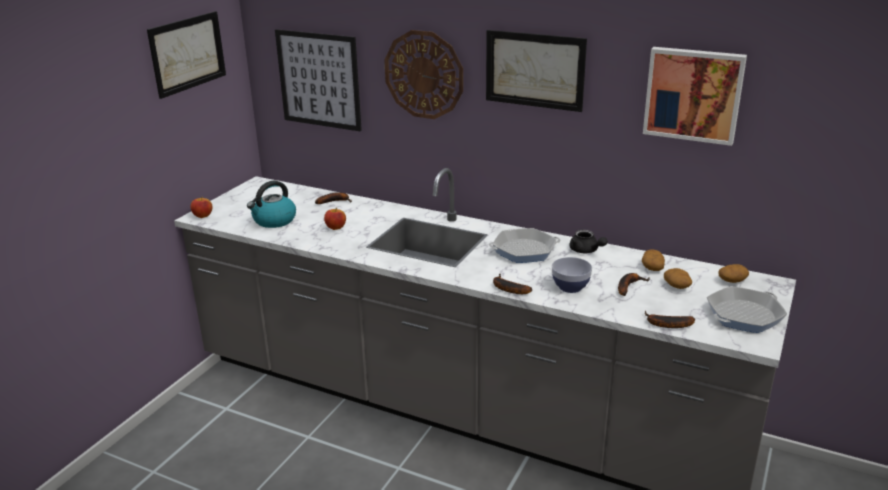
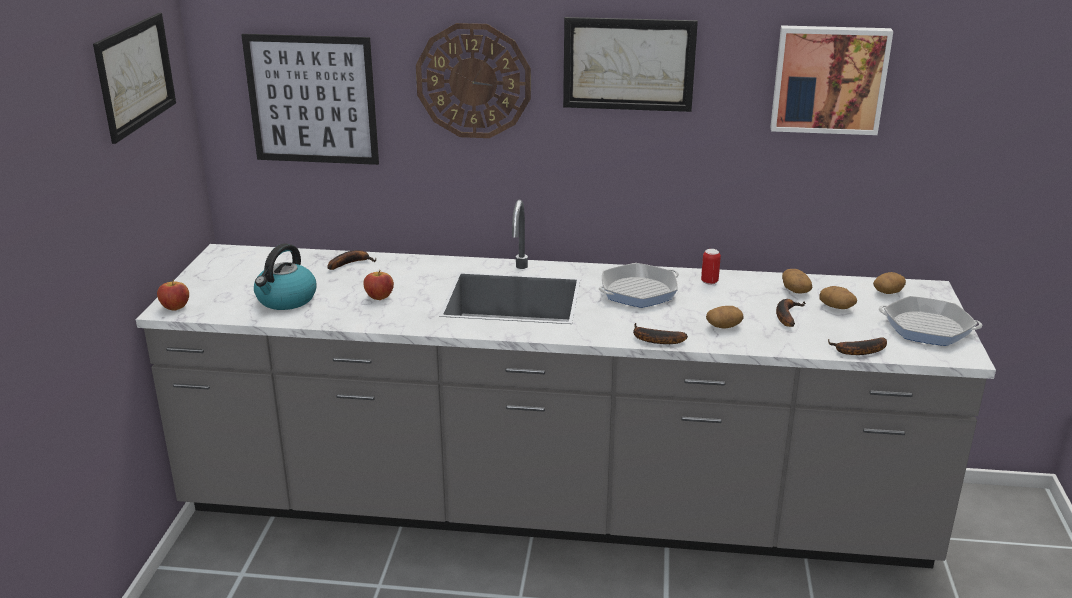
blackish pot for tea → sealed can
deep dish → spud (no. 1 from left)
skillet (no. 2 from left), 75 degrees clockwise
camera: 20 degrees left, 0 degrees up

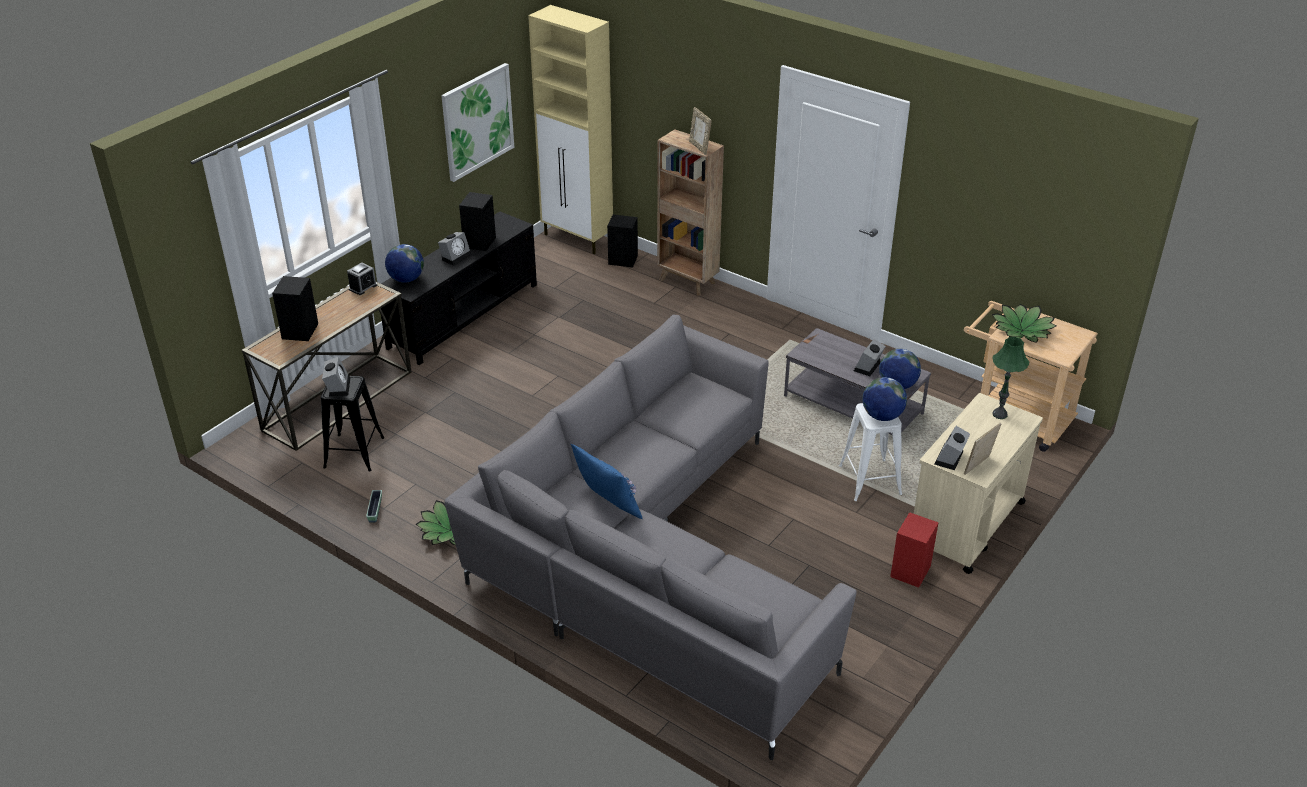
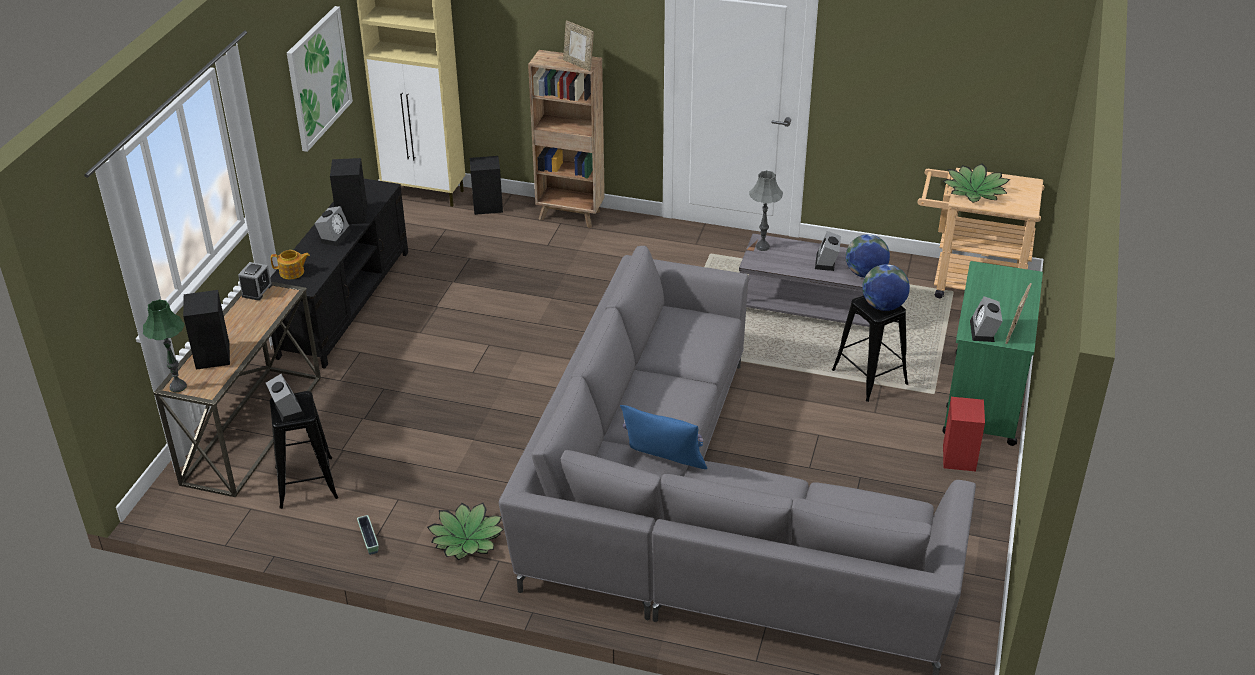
desk globe (no. 1 from left) → pot for tea
green lamp for a table, shifted
beige-coloured cart (no. 1 from left) → green cart
white-coloured sitting stool → blackish sitting stool (no. 2 from left)
- → grey lamp for a table
camera: 20 degrees left, 0 degrees up

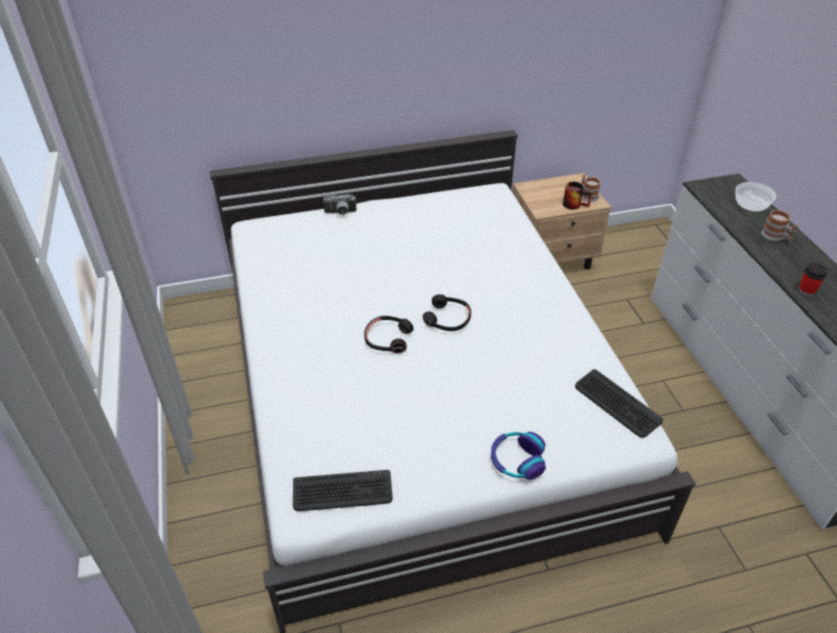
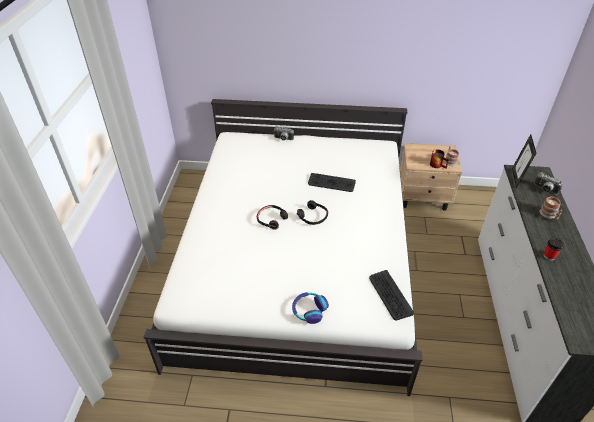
deep dish → photo camera (no. 2 from left)
keyboard (no. 1 from left), shifted
- → picture frame
camera: 20 degrees right, 0 degrees up

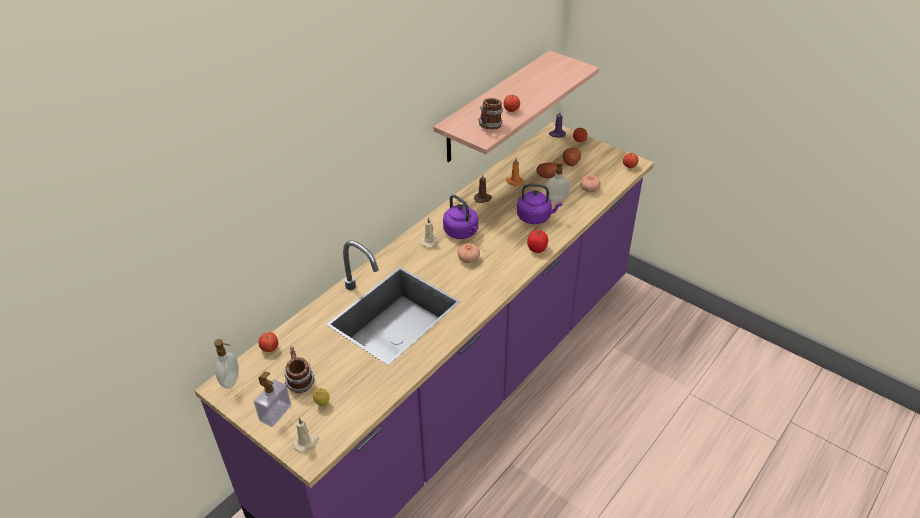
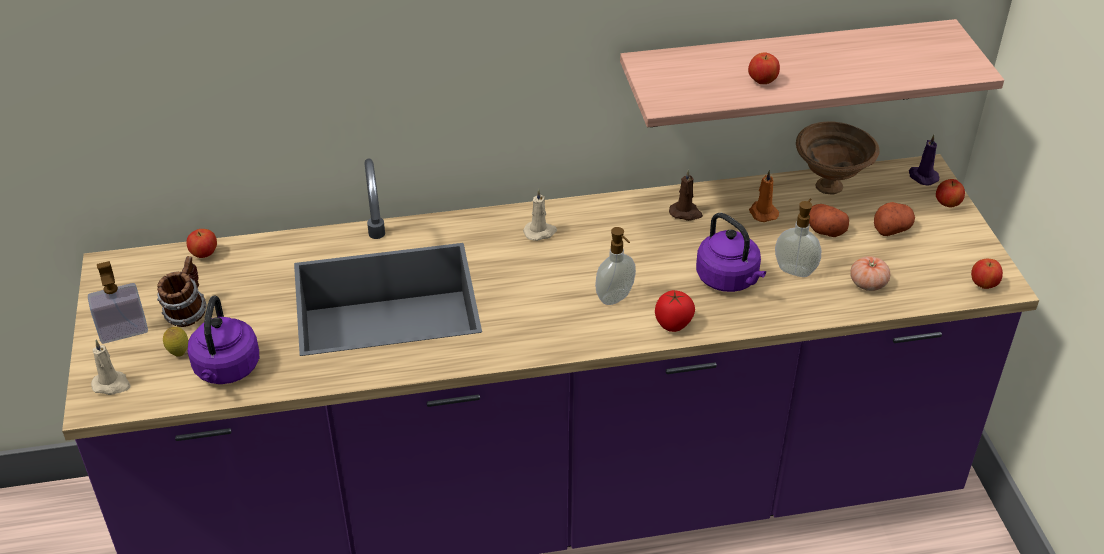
tea mug (no. 2 from left) → -
purple-coloured water kettle (no. 1 from left), shifted
whole tomato (no. 1 from left) → -
liquid soap bottle (no. 1 from left in the first image) → liquid soap bottle (no. 2 from left), shifted
- → brownish deep dish
camera: 40 degrees right, 0 degrees up

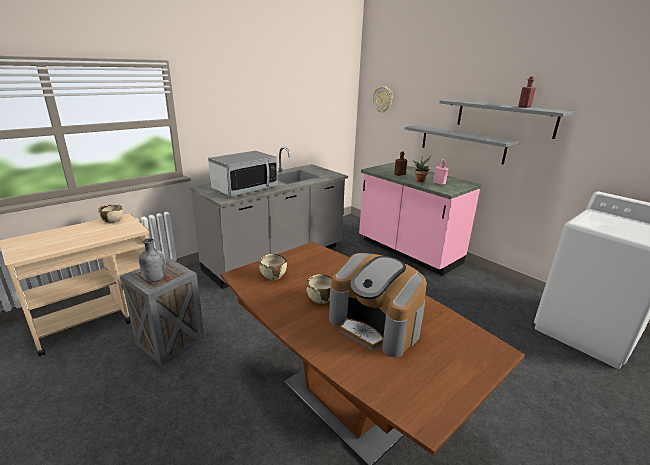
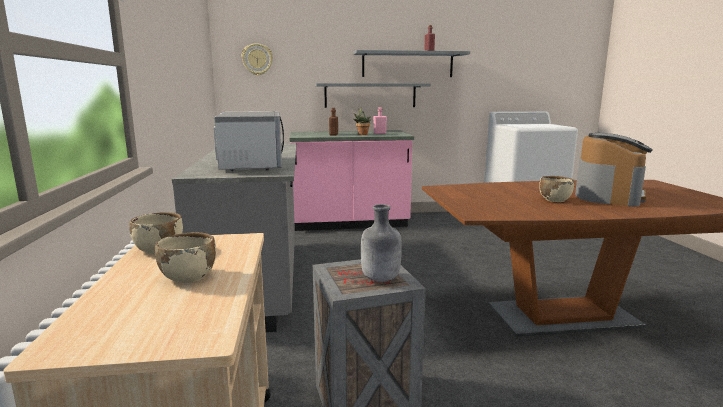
coffee machine, 45 degrees counterclockwise
beige-coloured deep dish (no. 2 from left), shifted
camera: 55 degrees left, 10 degrees down

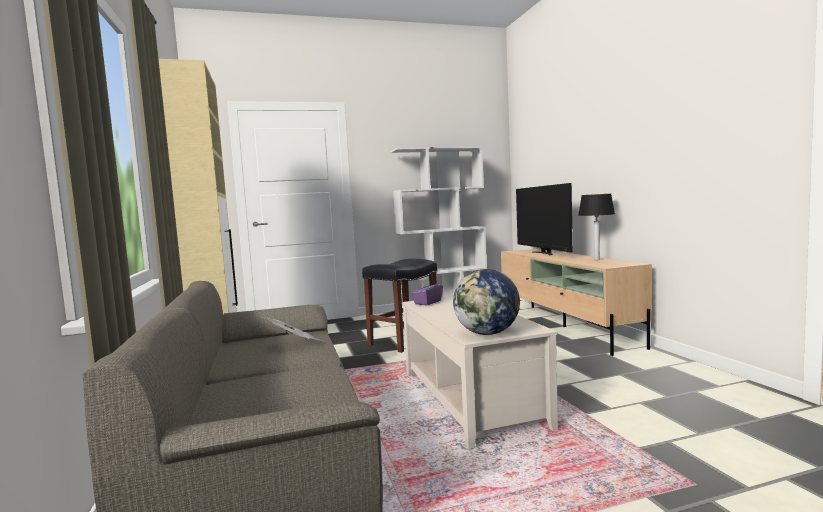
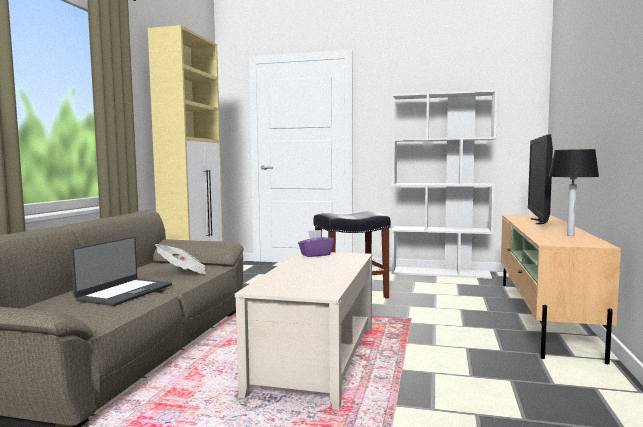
desk globe → -
- → laptop
camera: 30 degrees right, 0 degrees up

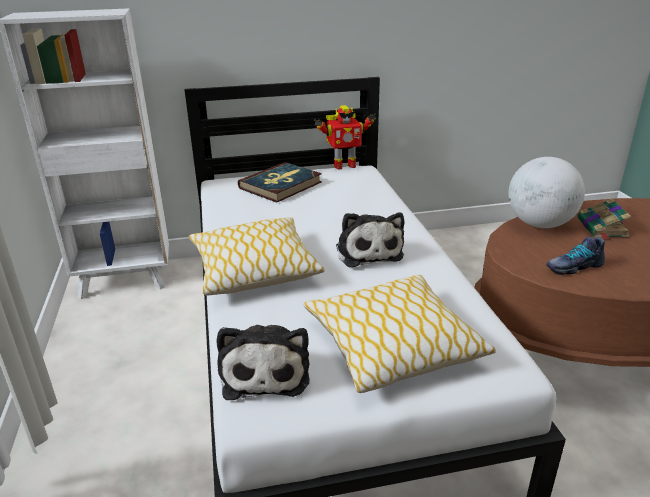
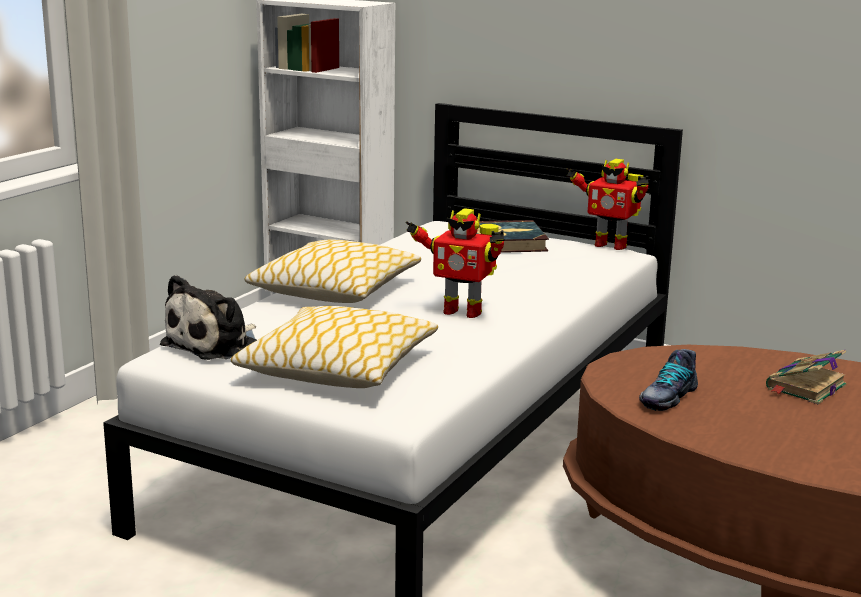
desk globe → -
soft toy (no. 2 from left) → model robot (no. 1 from left)
shoe, 75 degrees counterclockwise
camera: 40 degrees right, 10 degrees down

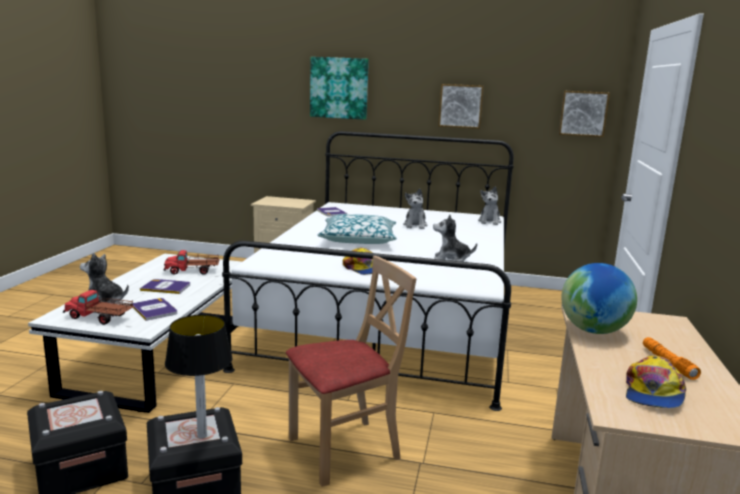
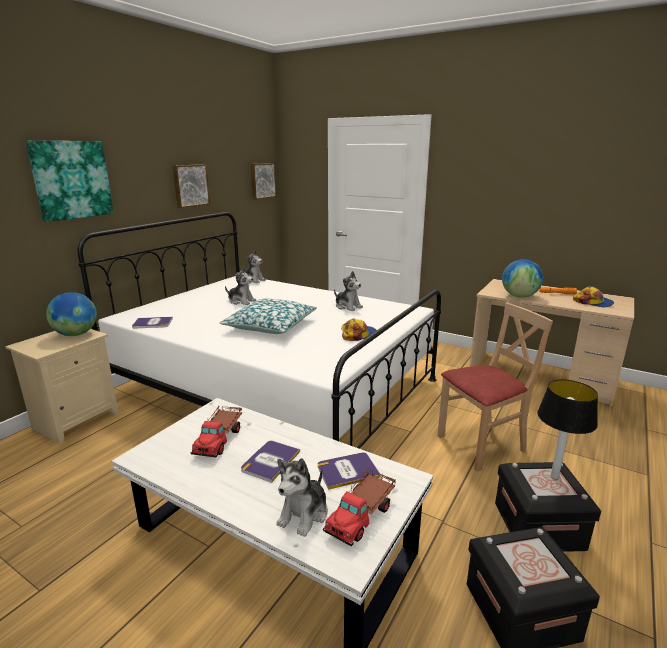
soft toy (no. 3 from left in the first image) → soft toy (no. 4 from left), 75 degrees counterclockwise
beige-coloured chair, 75 degrees clockwise
- → desk globe (no. 1 from left)
camera: 70 degrees left, 5 degrees up

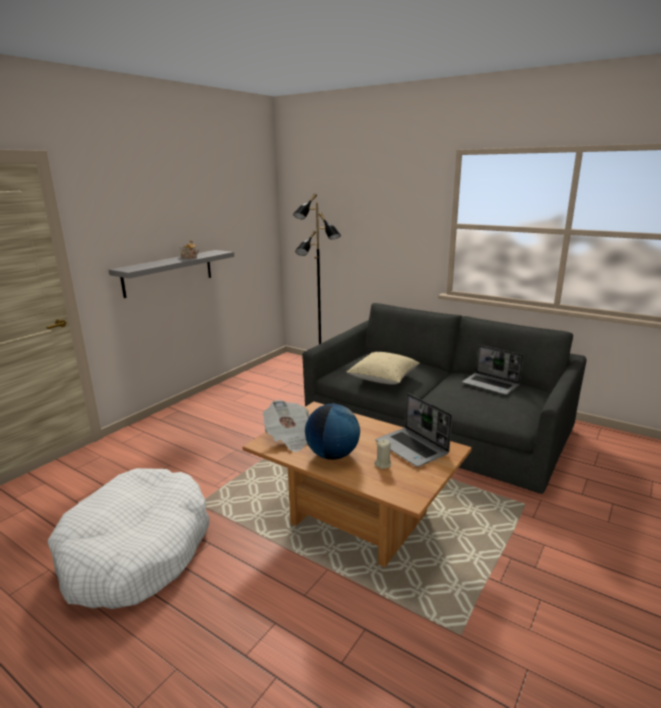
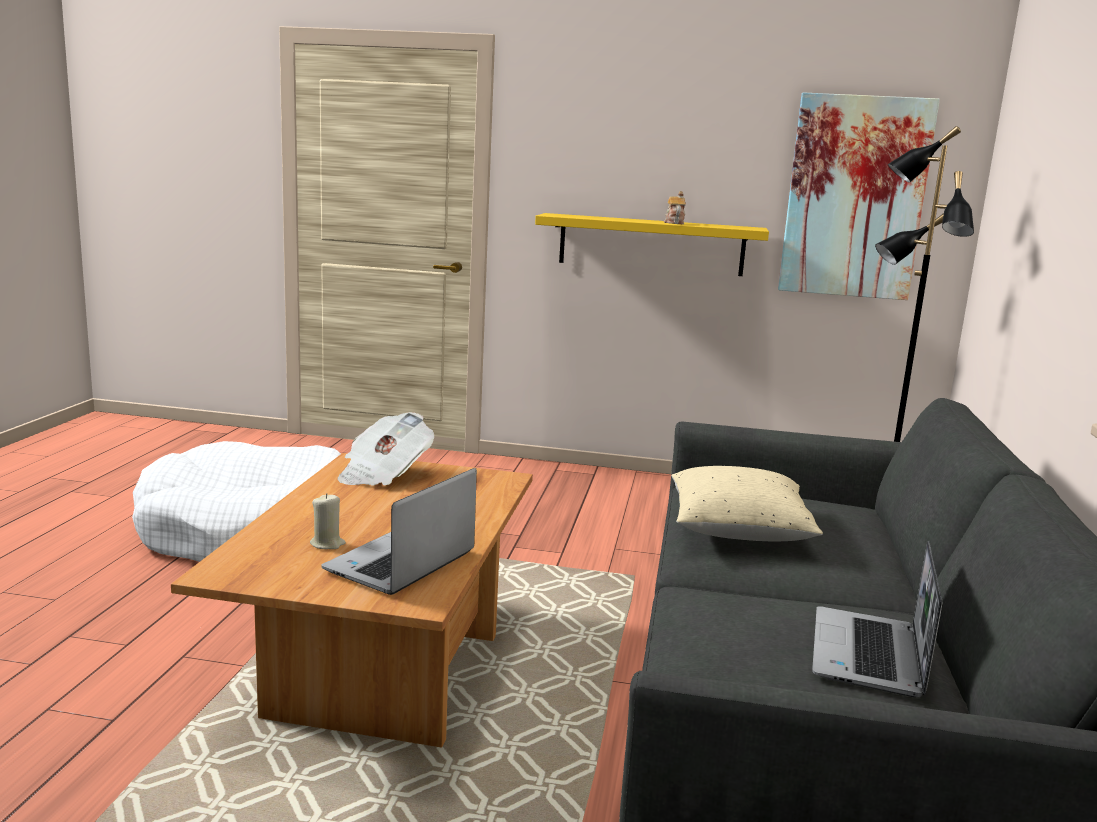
grey bracket shelf → yellowish bracket shelf
desk globe → -
- → picture
camera: 65 degrees right, 5 degrees down

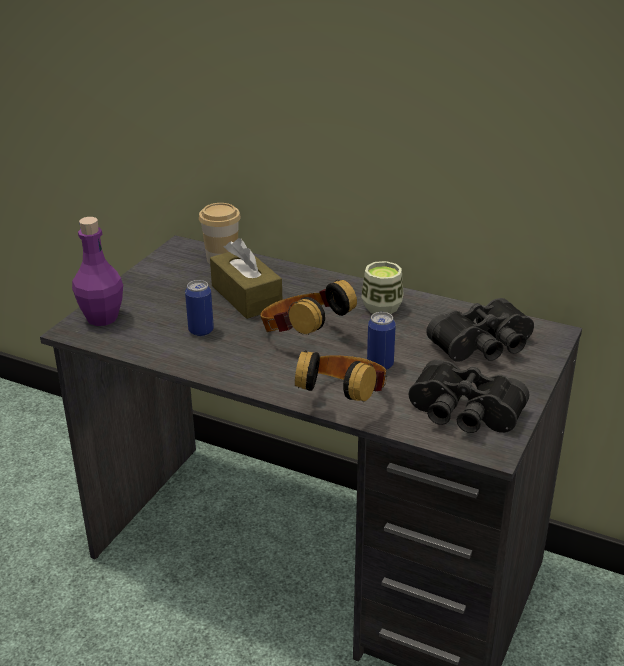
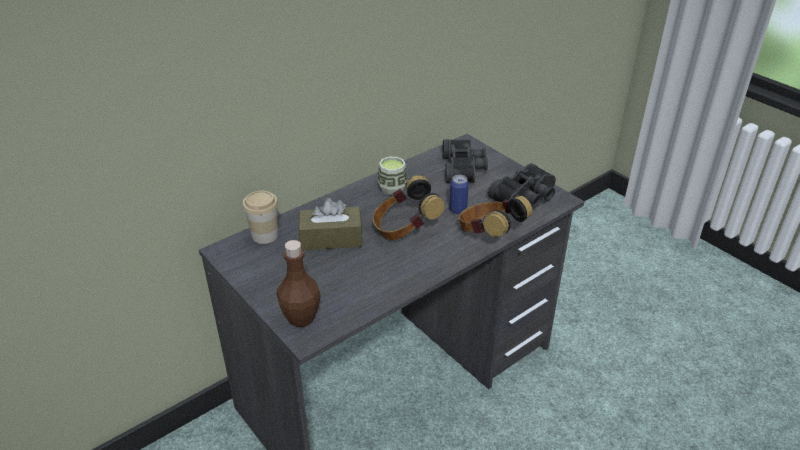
purple-coloured bottle → brownish bottle
sealed can (no. 1 from left) → -
camera: 65 degrees left, 5 degrees up

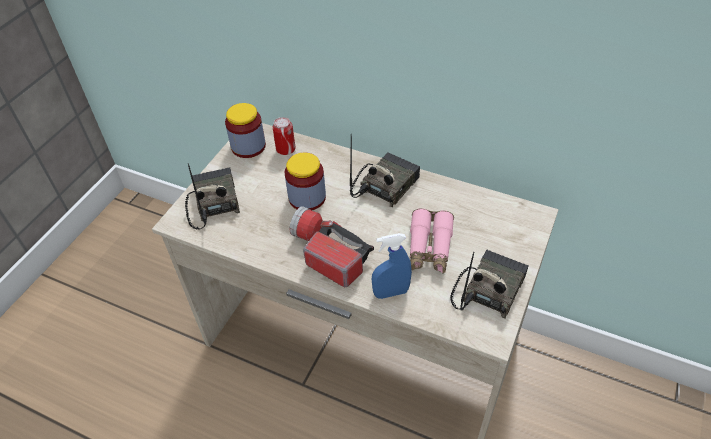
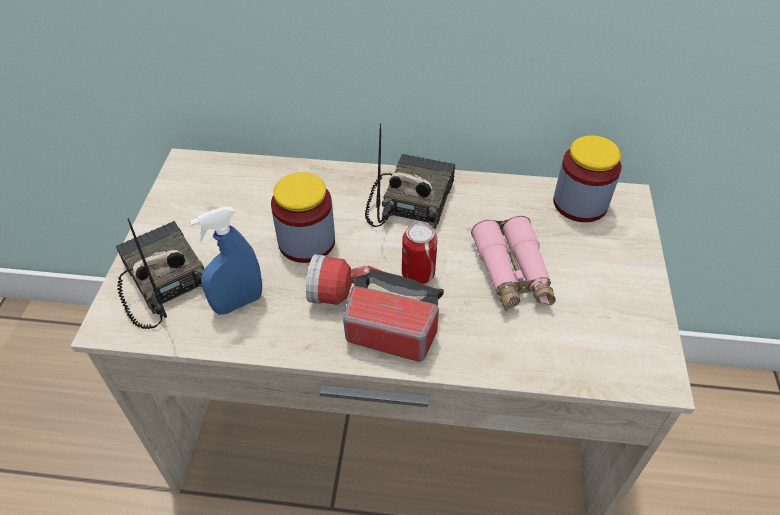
jar (no. 1 from left in the first image) → jar (no. 2 from left), shifted
sealed can, shifted
bluish hand sprayer, shifted
radio set (no. 3 from left) → -
camera: 20 degrees left, 0 degrees up

